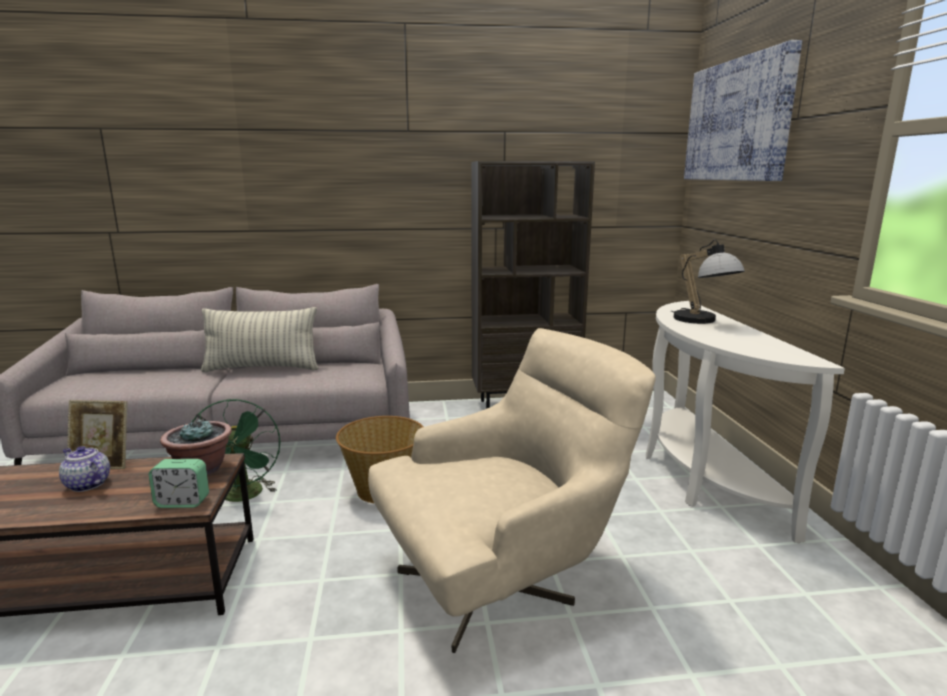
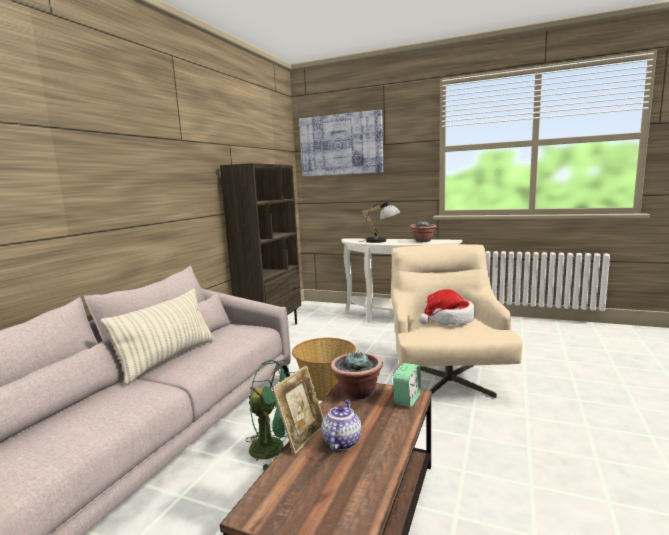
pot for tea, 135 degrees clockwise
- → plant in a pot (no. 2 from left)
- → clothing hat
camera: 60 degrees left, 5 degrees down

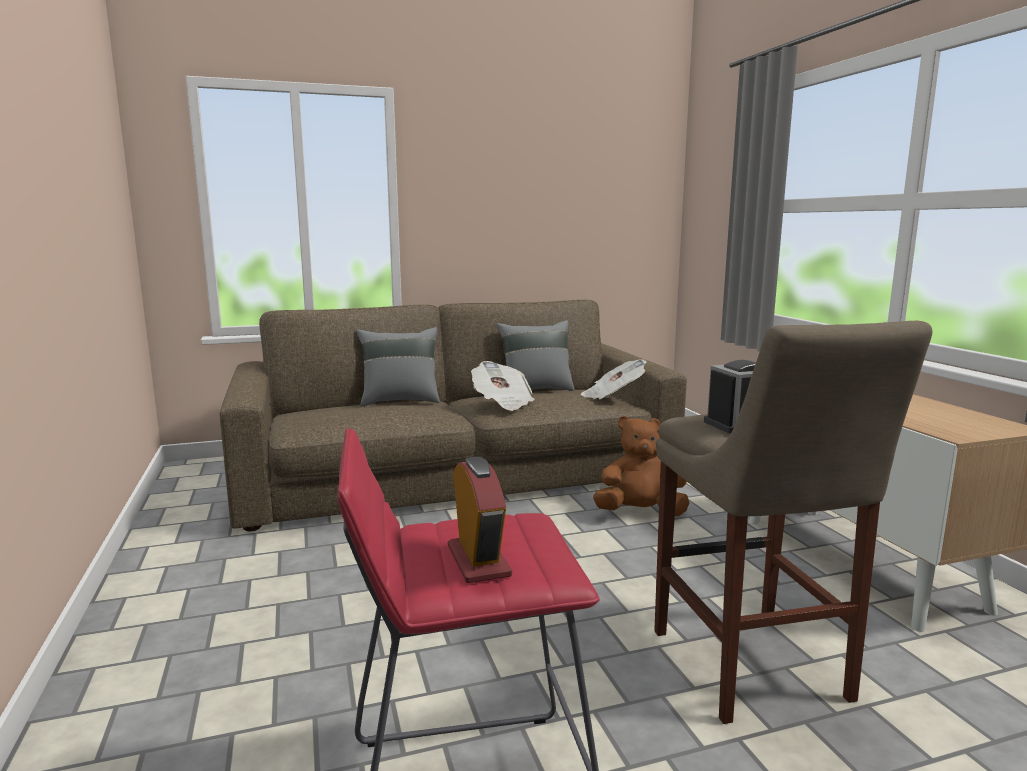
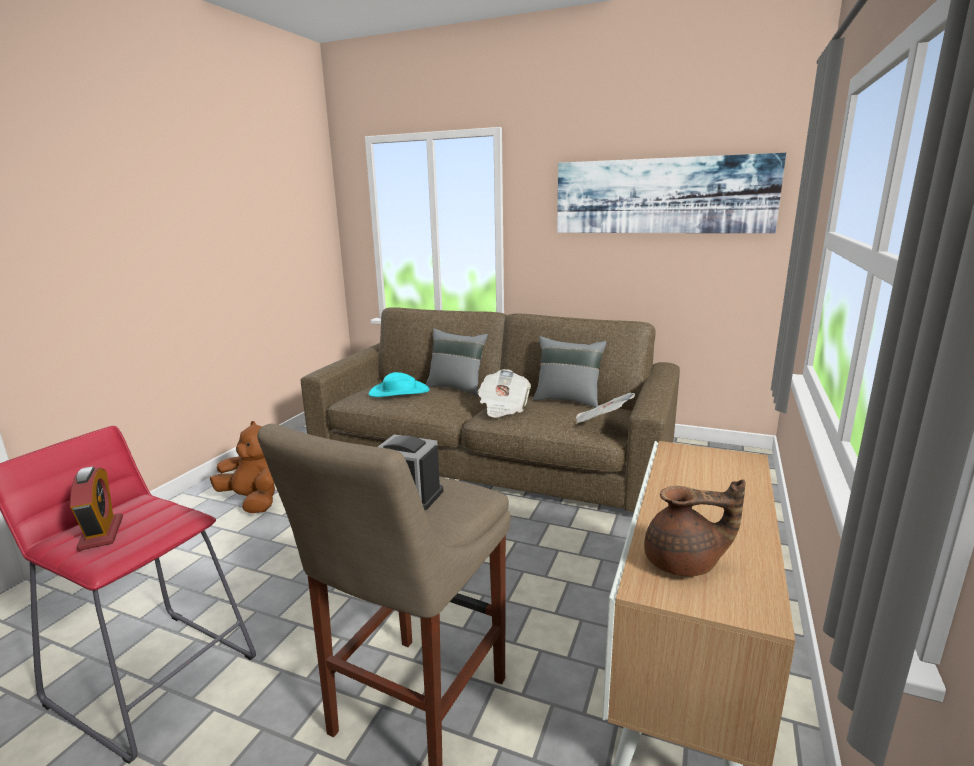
brownish soft toy, shifted
bedside clock (no. 1 from left), 45 degrees counterclockwise
- → picture
- → turquoise clothing hat
- → brownish pot for tea
camera: 40 degrees right, 5 degrees up

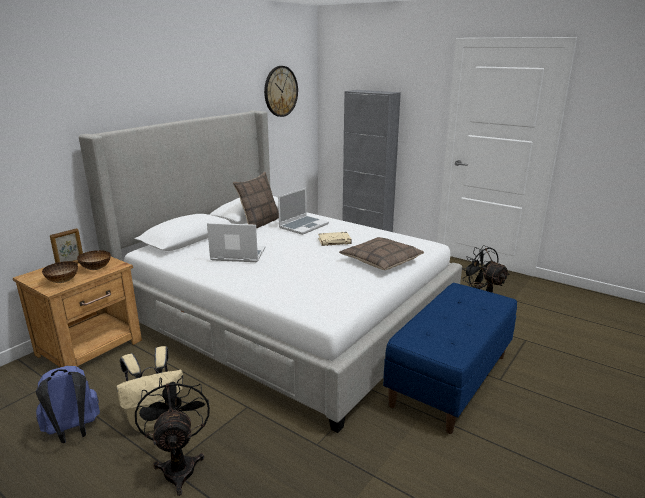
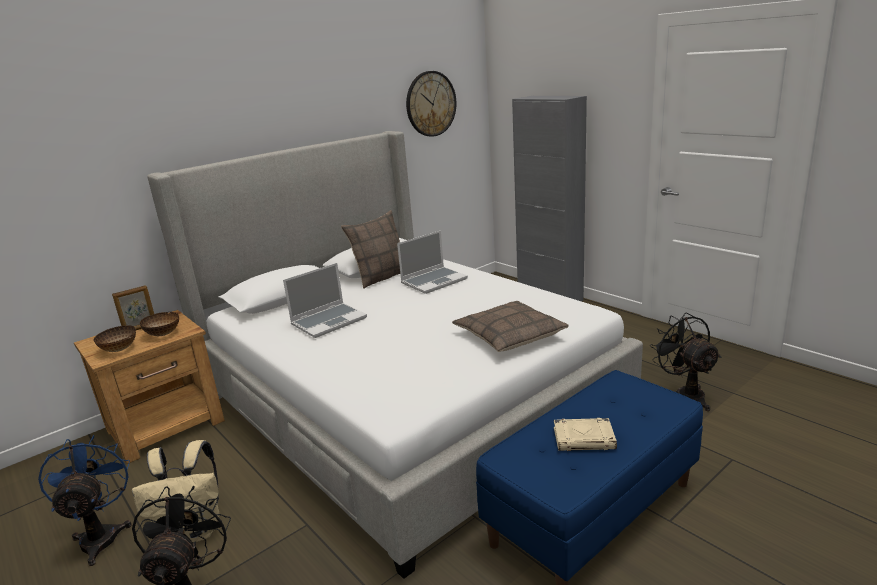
laptop (no. 1 from left), 120 degrees clockwise
beige-coloured bound book, shifted
bluish backpack → bluish cooling fan
camera: 15 degrees right, 0 degrees up

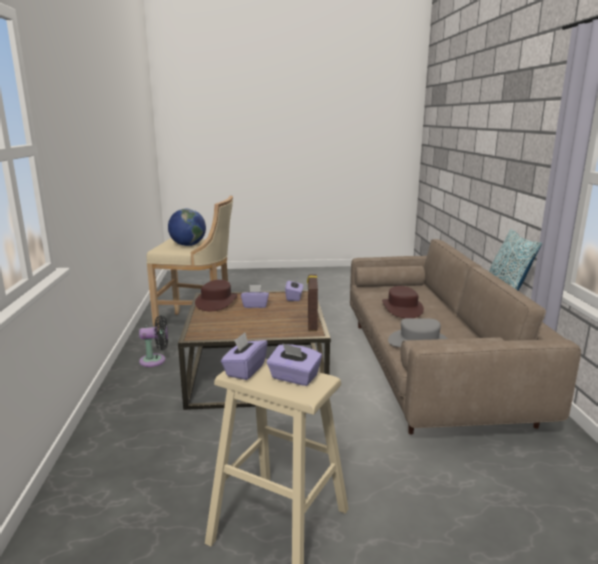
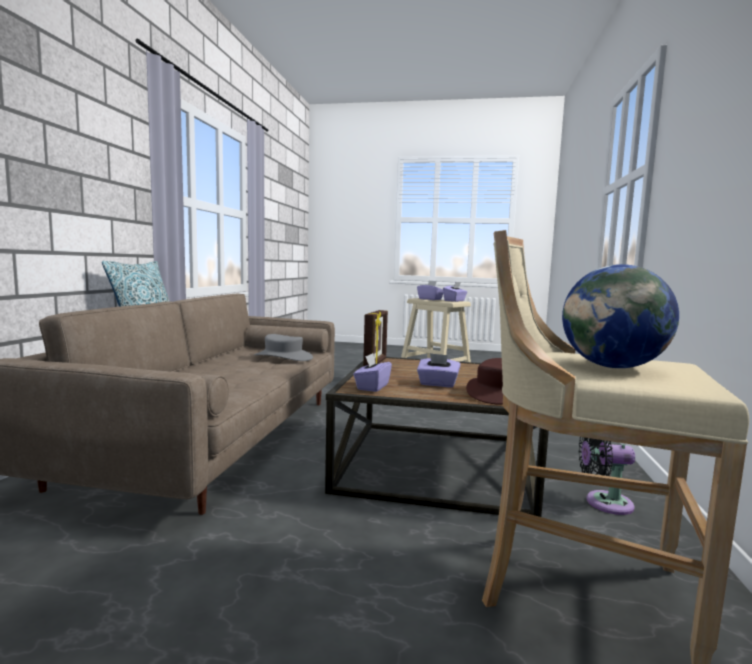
brownish clothing hat (no. 2 from left) → -
camera: 165 degrees left, 10 degrees down

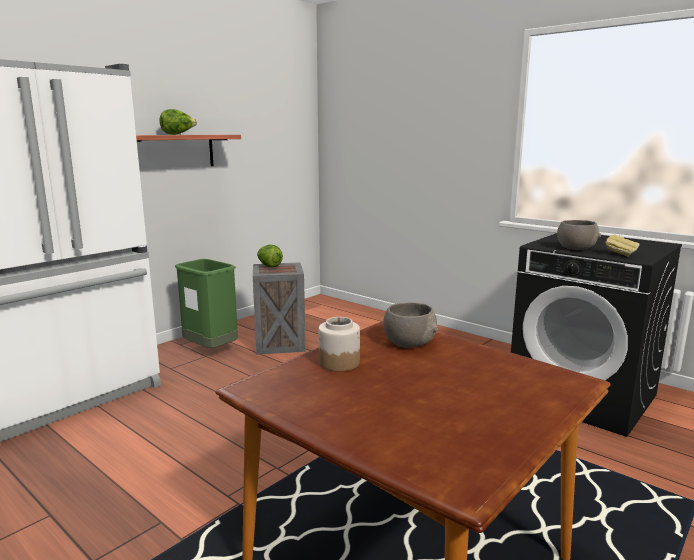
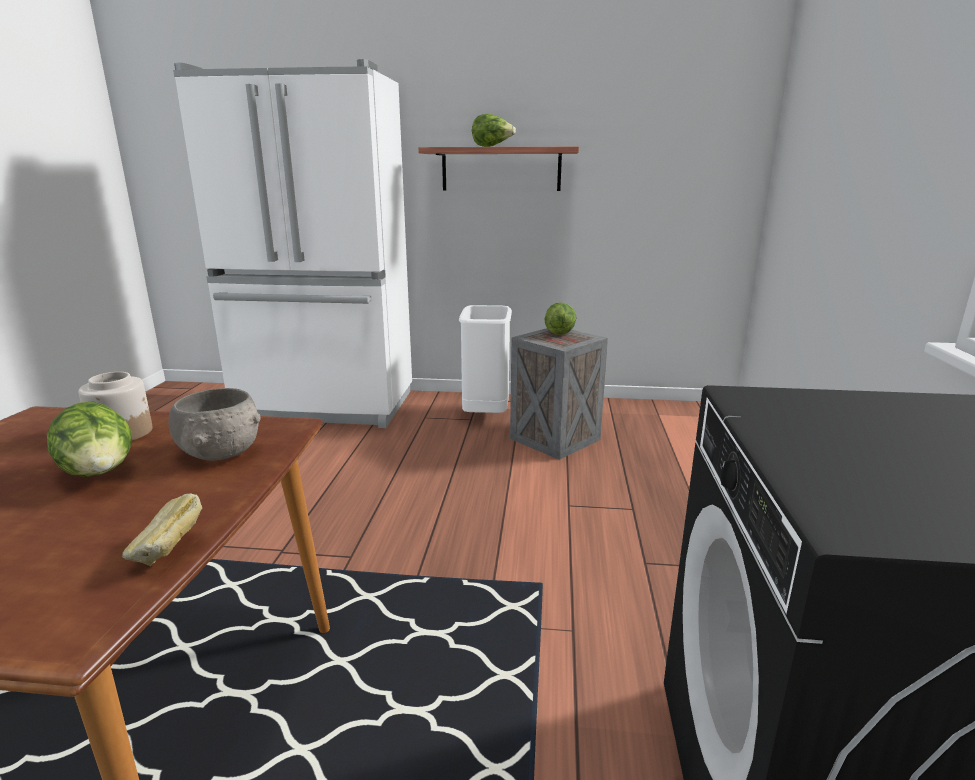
grey deep dish (no. 2 from left) → -
bread, shifted
green waste bin → white-coloured waste bin
- → lettuce head (no. 1 from left)
camera: 55 degrees right, 5 degrees up

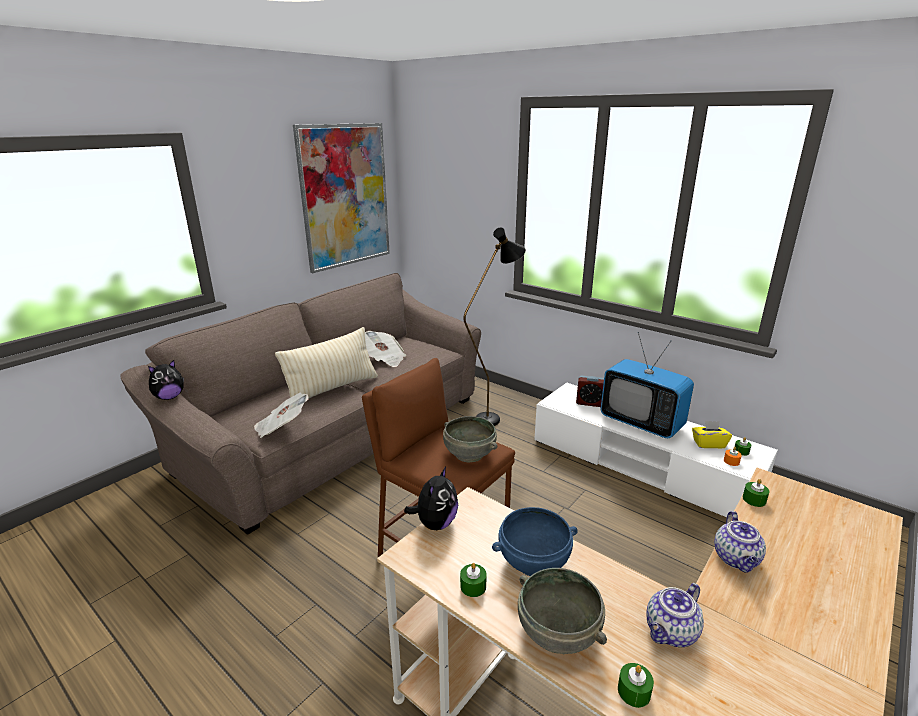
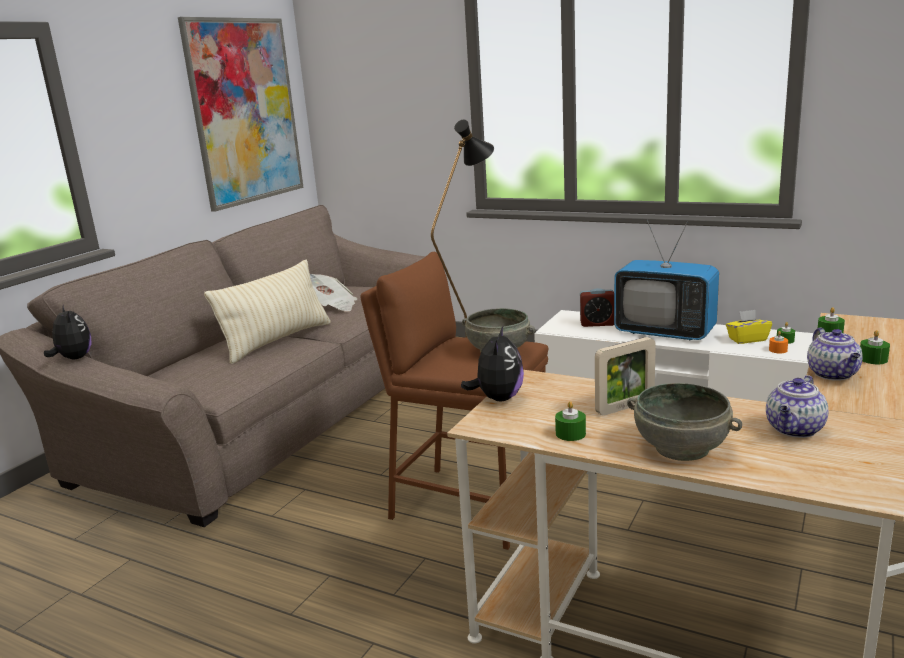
soft toy (no. 1 from left), 75 degrees counterclockwise
printed paper (no. 1 from left) → -
bluish deep dish → picture frame
green wax light (no. 2 from left in the first image) → green wax light (no. 4 from left), shifted
camera: 10 degrees left, 5 degrees down

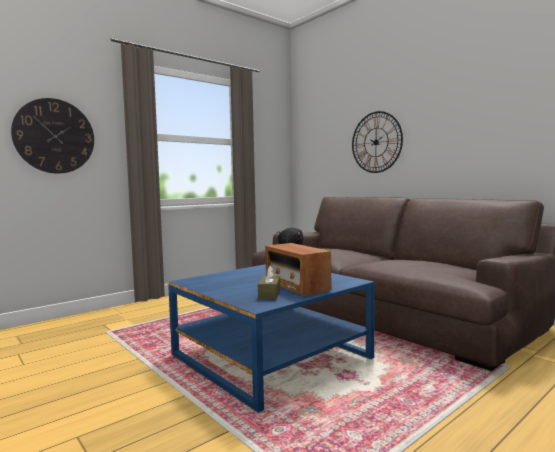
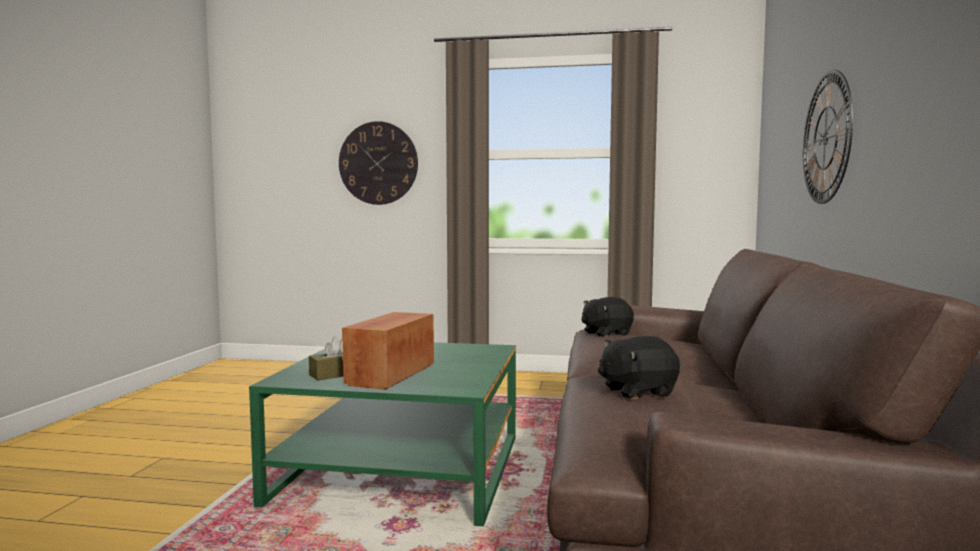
bluish coffee table → green coffee table
- → blackish soft toy (no. 2 from left)
camera: 50 degrees right, 0 degrees up

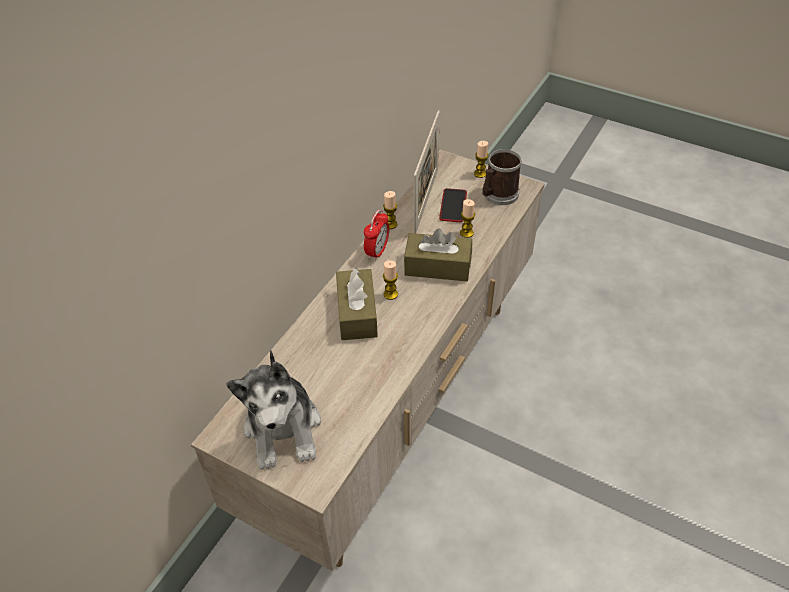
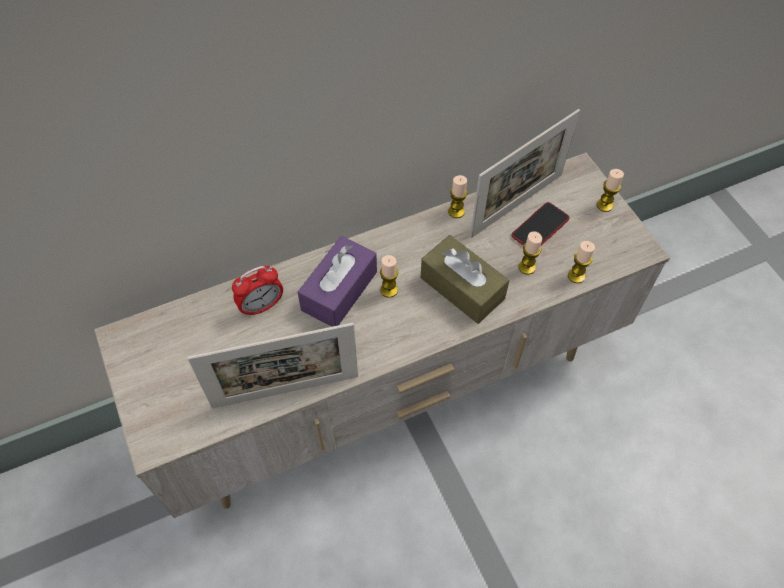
tea mug → -
bedside clock, shifted
brownish tissue holder (no. 1 from left) → purple-coloured tissue holder
soft toy → -
- → wax light (no. 4 from left)
- → picture frame (no. 1 from left)
camera: 35 degrees right, 10 degrees up

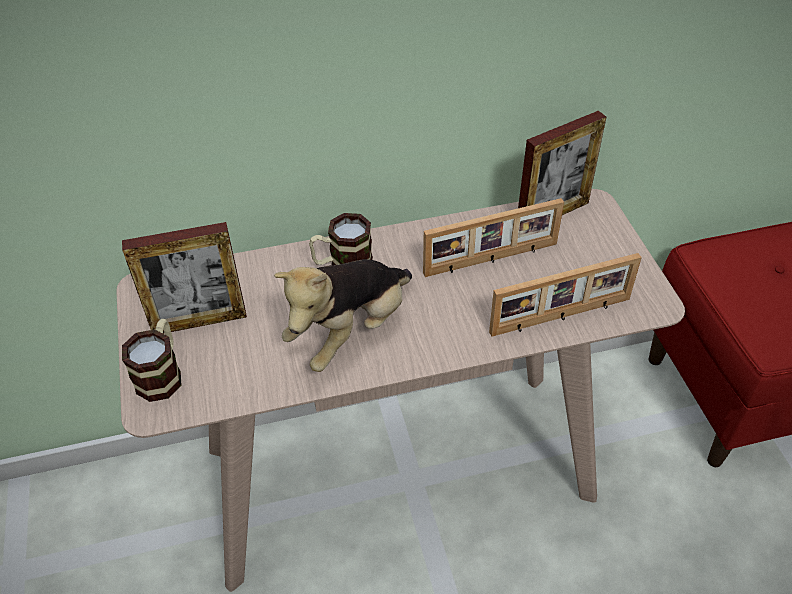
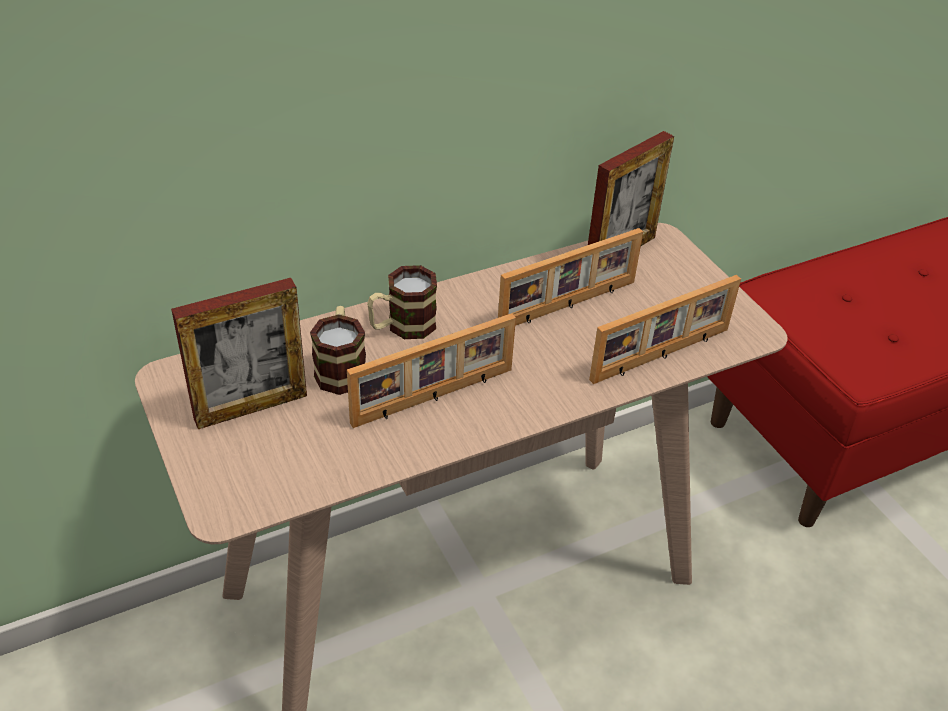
soft toy → picture frame (no. 2 from left)
tea mug (no. 1 from left), shifted
camera: 15 degrees left, 5 degrees down

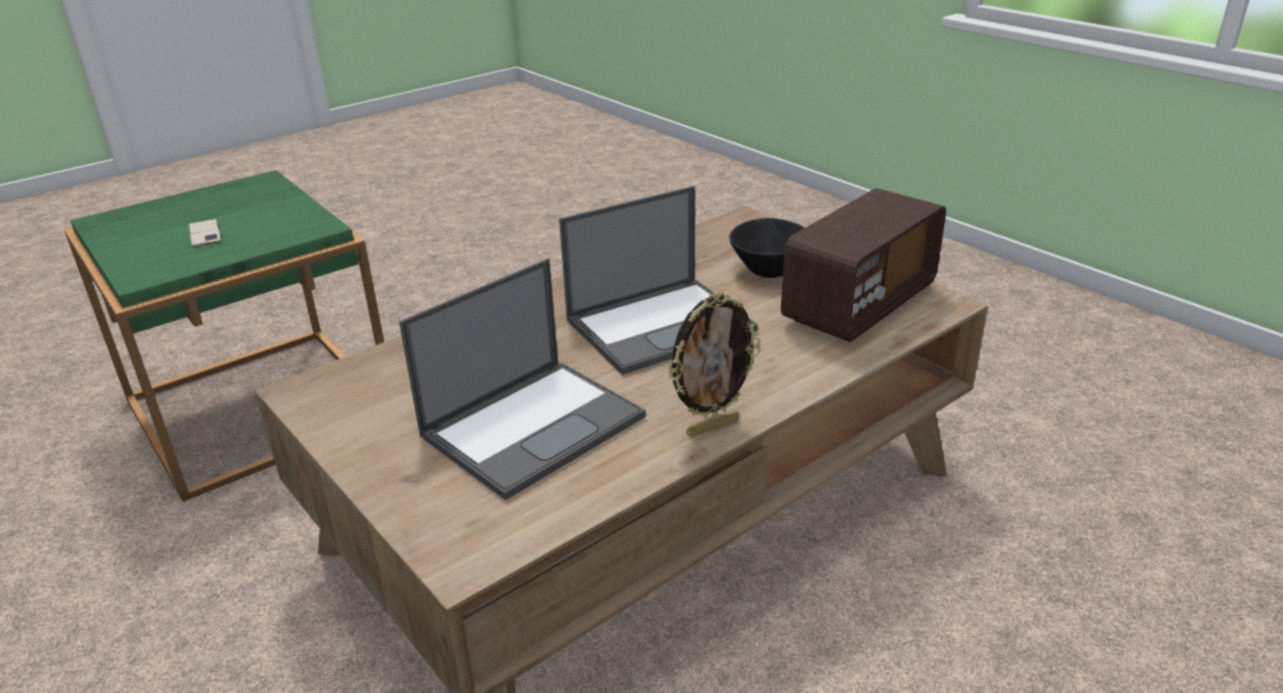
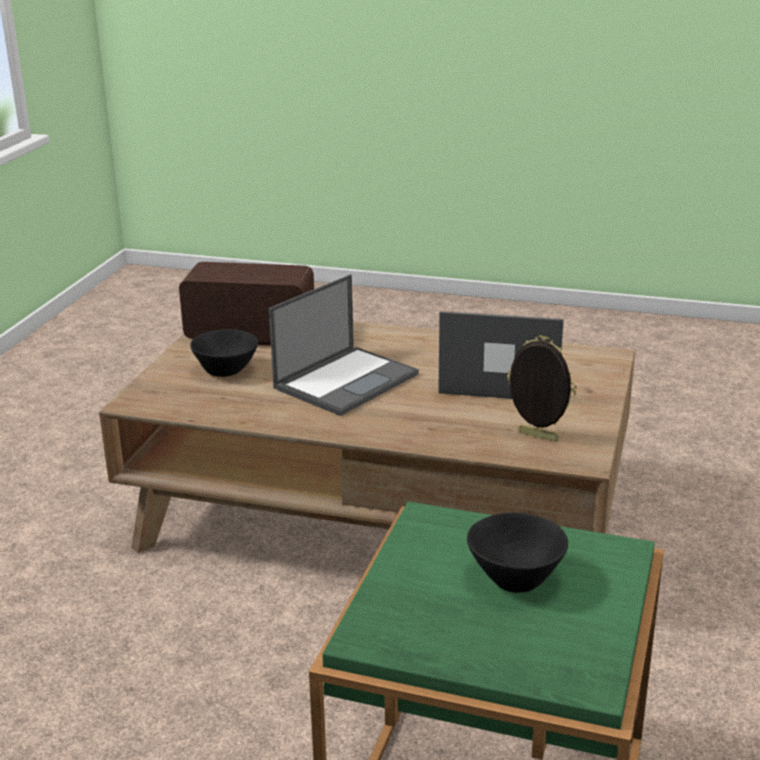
laptop (no. 2 from left in the first image) → laptop (no. 1 from left), 105 degrees clockwise
telephone → blackish deep dish (no. 2 from left)
picture frame, shifted
camera: 125 degrees left, 5 degrees down

